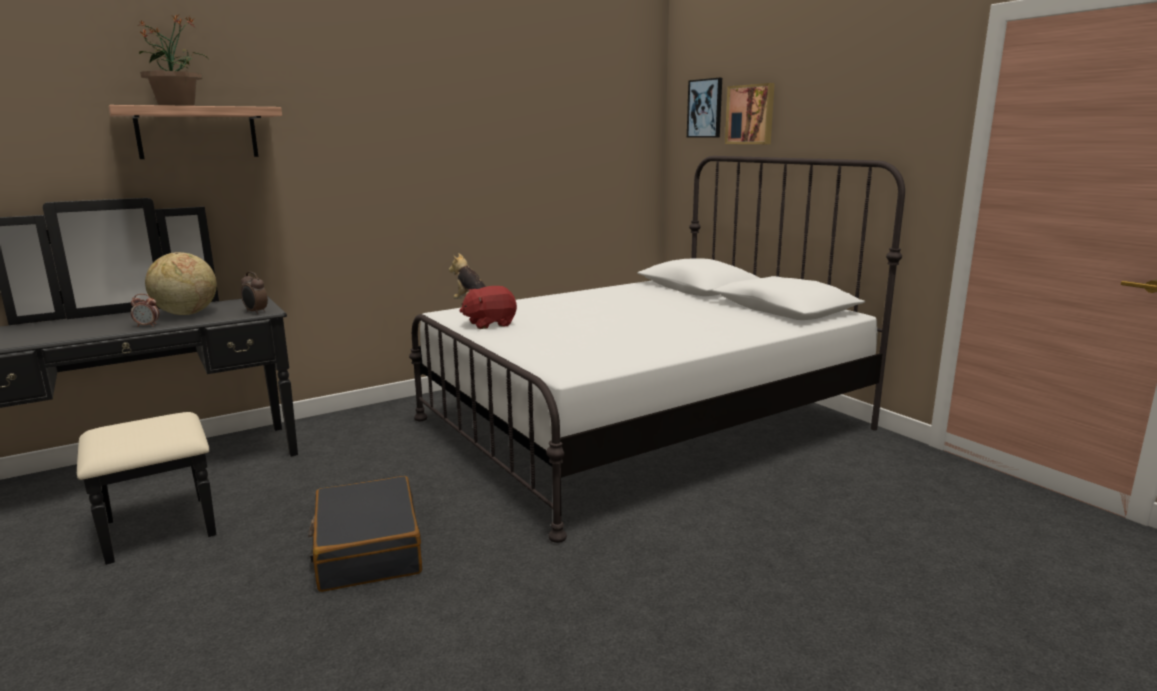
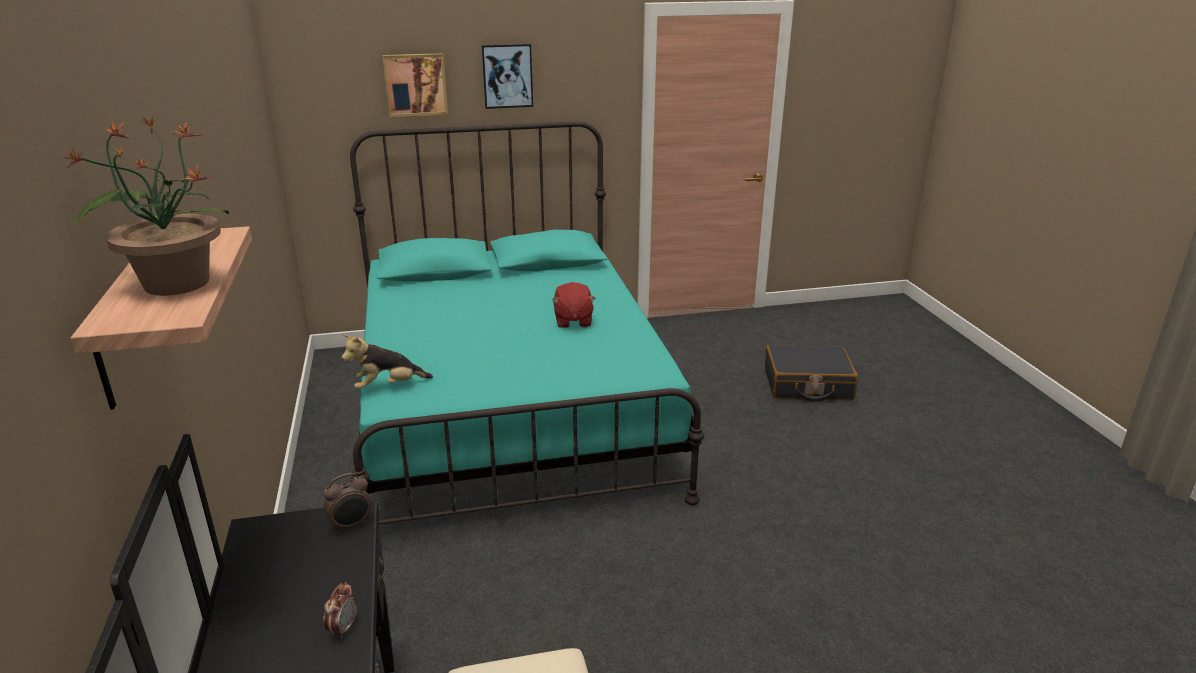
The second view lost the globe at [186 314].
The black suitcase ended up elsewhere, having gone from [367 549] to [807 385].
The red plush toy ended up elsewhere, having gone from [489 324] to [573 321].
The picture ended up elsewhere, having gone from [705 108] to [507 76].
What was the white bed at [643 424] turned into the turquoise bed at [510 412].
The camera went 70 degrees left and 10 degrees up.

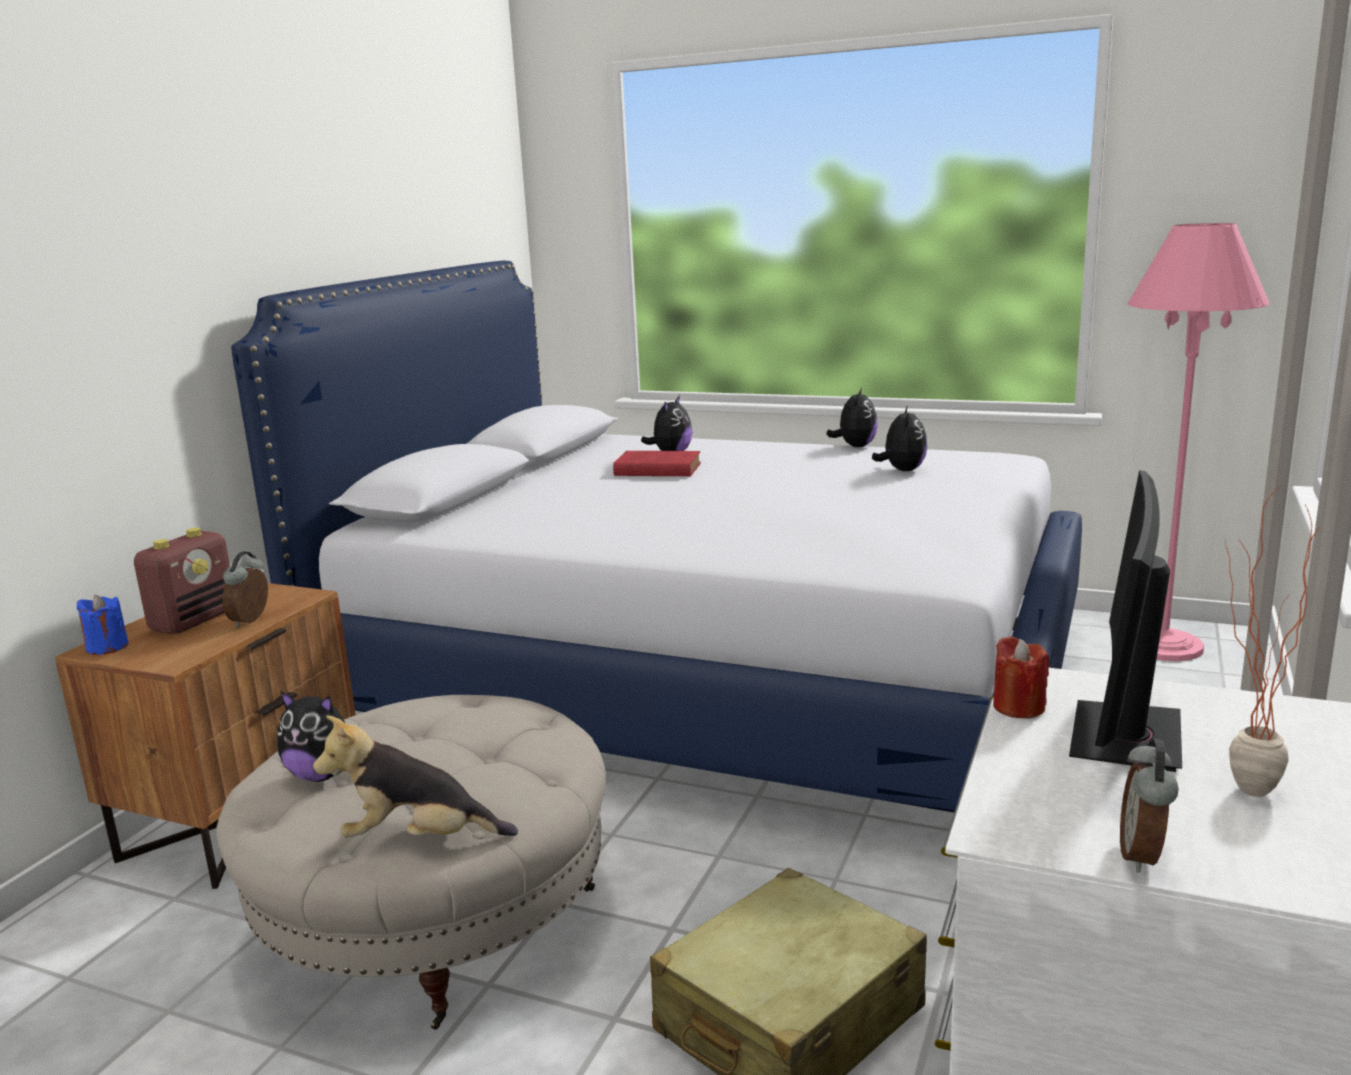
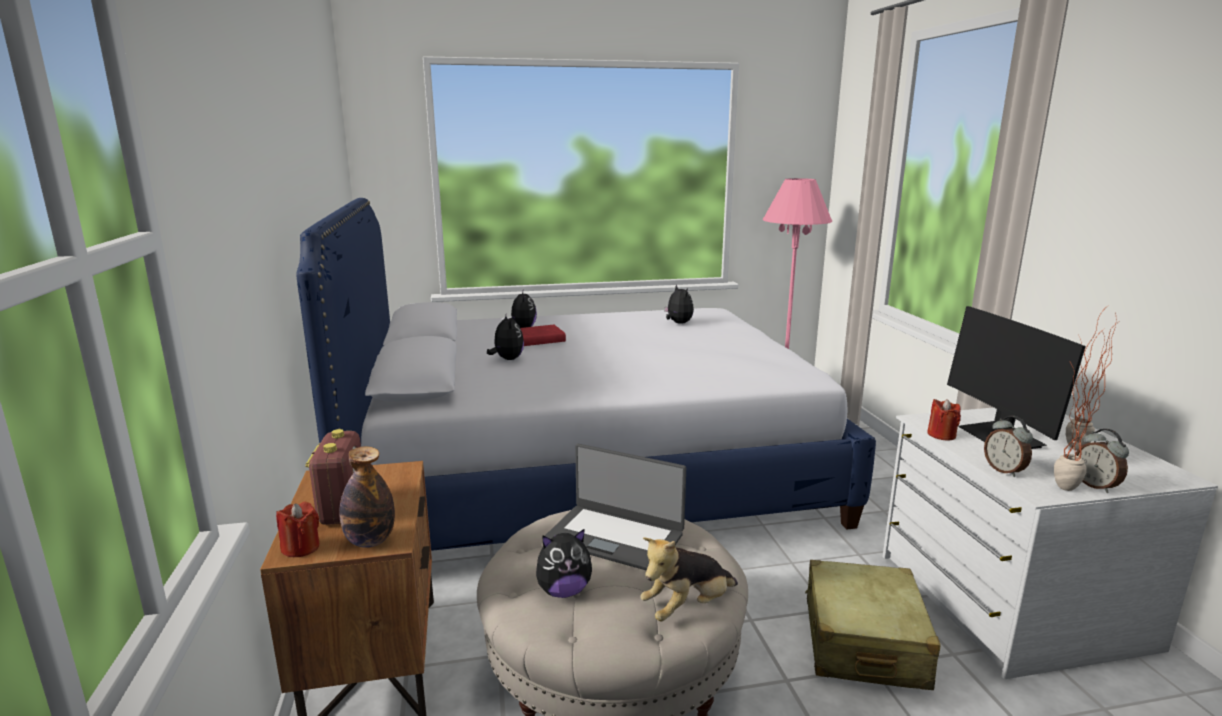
The second view gained the bottle at [370 541].
The second view gained the laptop at [615 537].
The second view gained the potted plant at [1062 491].
The alarm clock ended up elsewhere, having gone from [252 621] to [1004 470].
The plush toy ended up elsewhere, having gone from [855 446] to [507 359].
What was the blue candle at [107 647] turned into the red candle at [301 548].
The camera went 35 degrees left and 0 degrees up.

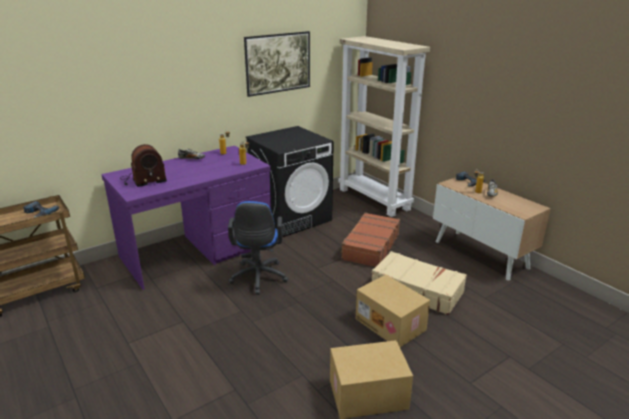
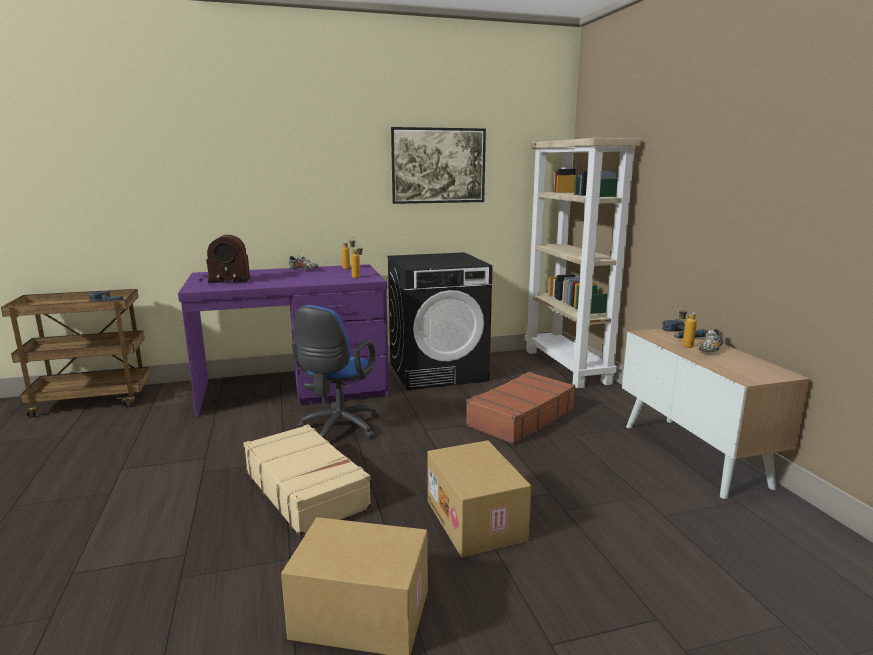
The beige suitcase ended up elsewhere, having gone from [417 290] to [306 489].
The camera went 20 degrees right and 10 degrees down.

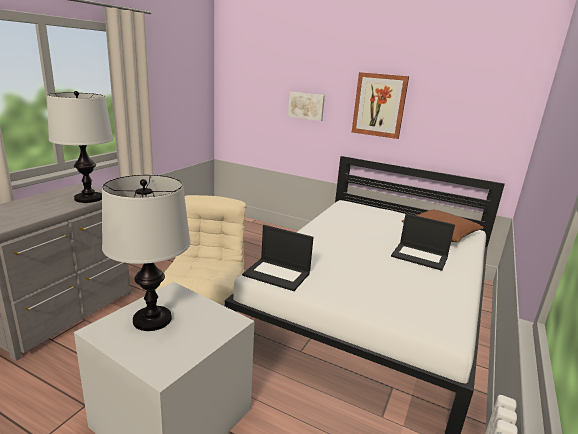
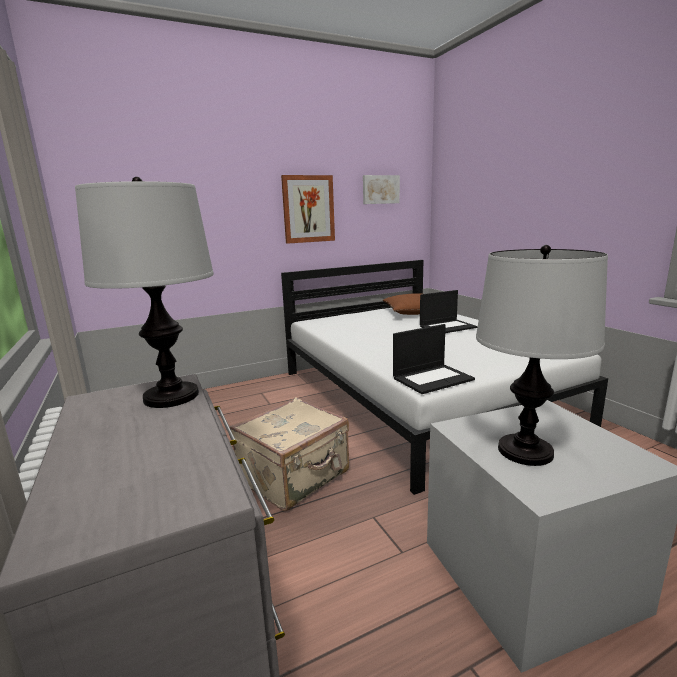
The picture ended up elsewhere, having gone from [306 106] to [380 189].
Where the beige armchair stood at [205 292], the beige suitcase came to stand at [295 477].
The camera went 50 degrees left and 5 degrees down.

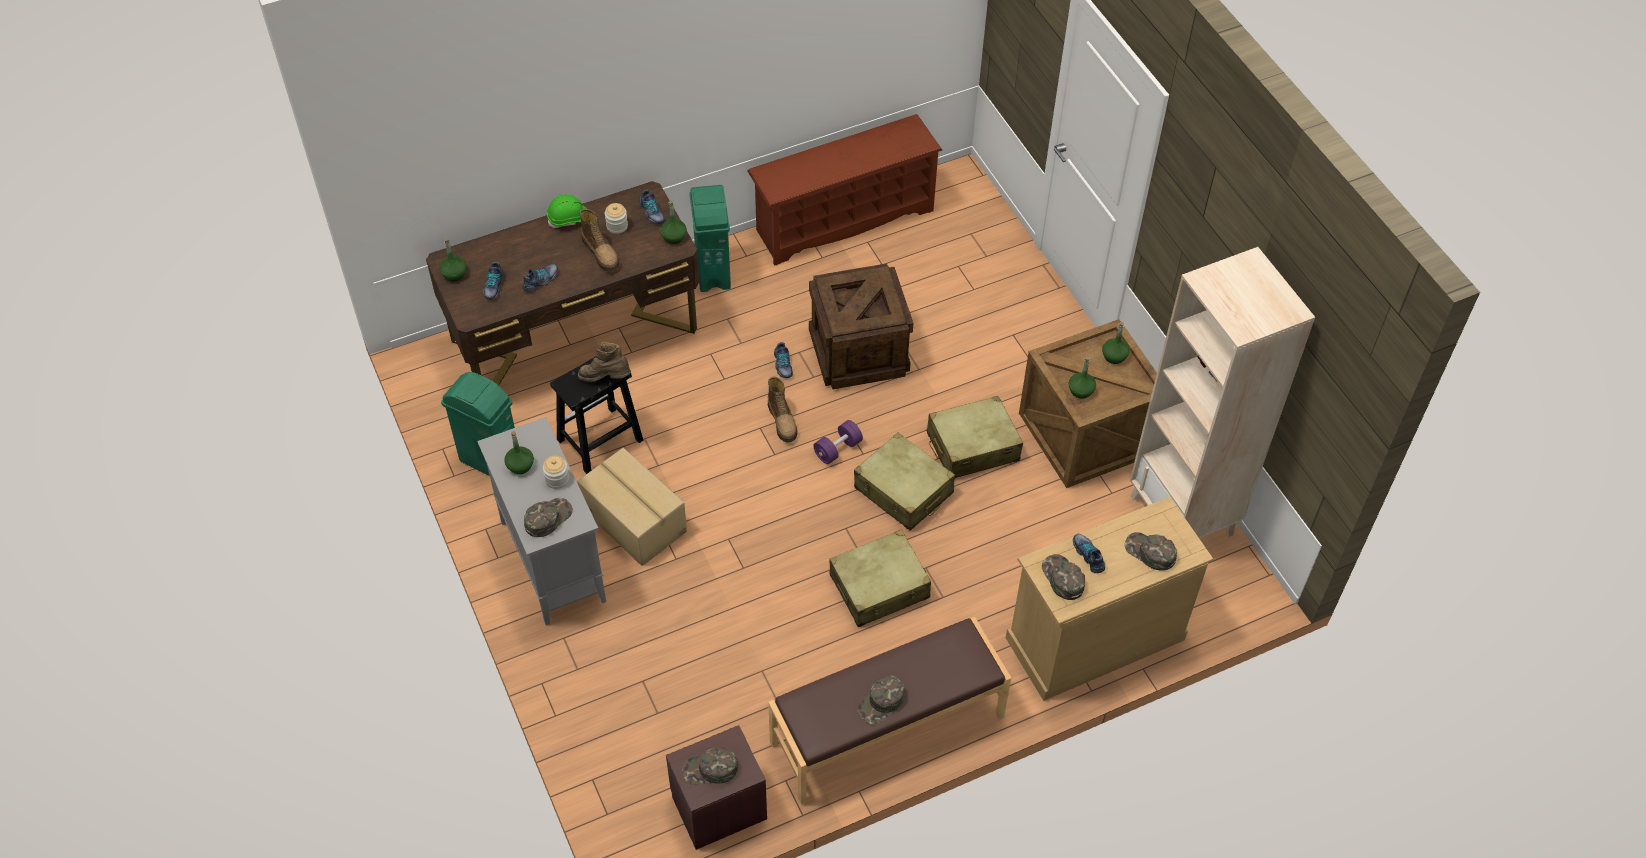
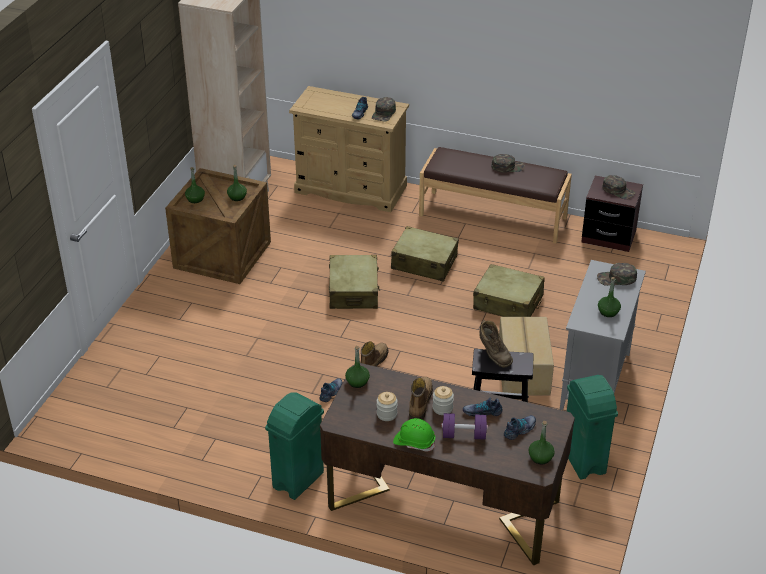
The second view lost the shoe at [651 213].
The second view lost the brown shoe rack at [844 219].
The second view lost the crate at [858 351].
The second view lost the green cap at [1149 552].
The jar ended up elsewhere, having gone from [557 479] to [442 408].
The purple dumbbell ended up elsewhere, having gone from [837 449] to [464 435].
The beige suitcase ended up elsewhere, having gone from [972 447] to [508 302].
The camera went 135 degrees left and 15 degrees down.

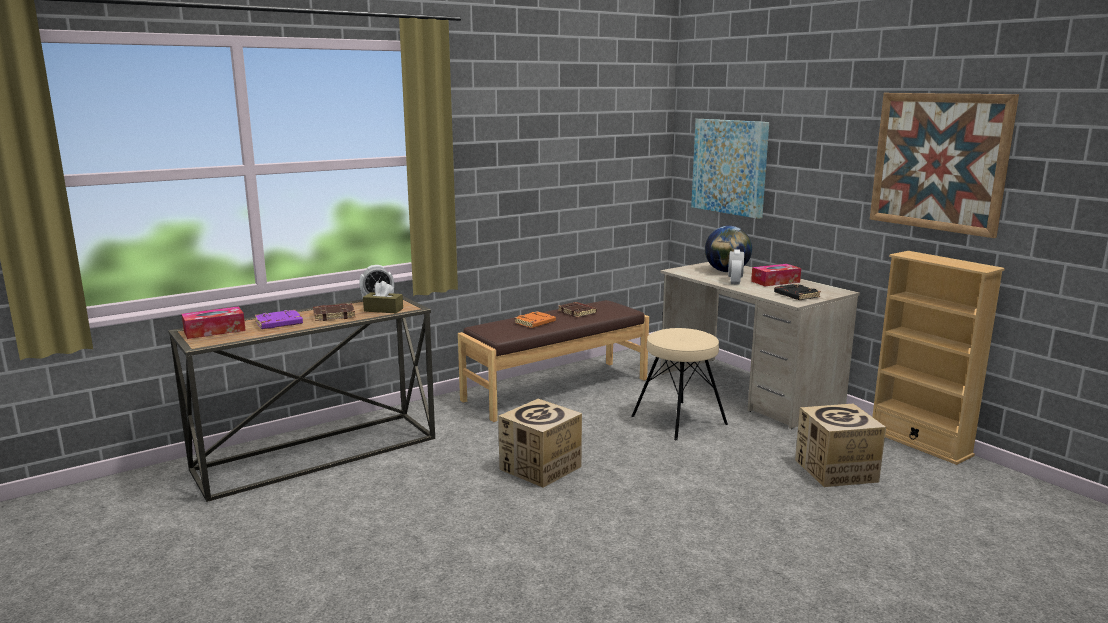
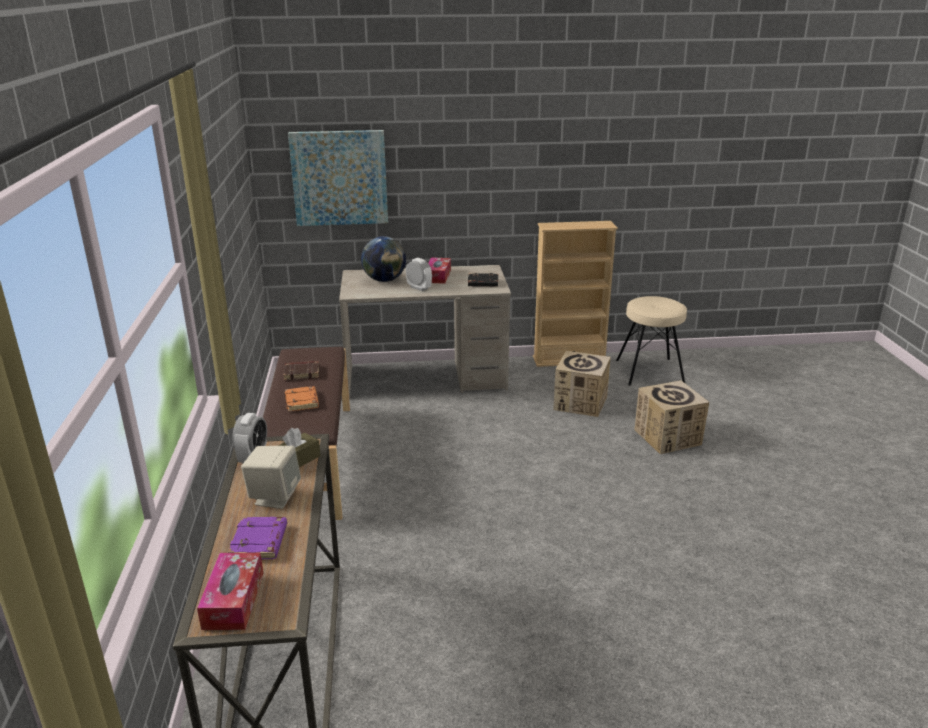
The second view lost the picture at [939 162].
The cardboard box ended up elsewhere, having gone from [540 468] to [668 437].
The beige stool ended up elsewhere, having gone from [679 420] to [649 371].
Where the brown book stood at [334 315], the beige speaker came to stand at [274 497].
The camera went 60 degrees left and 10 degrees up.

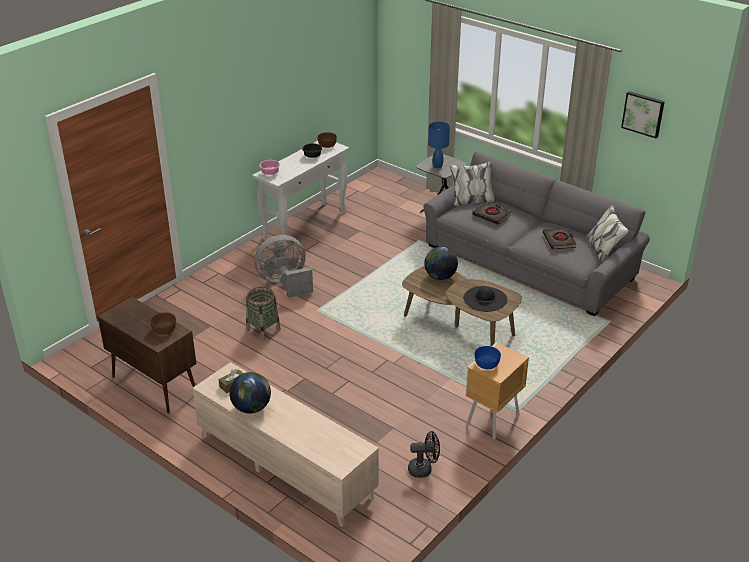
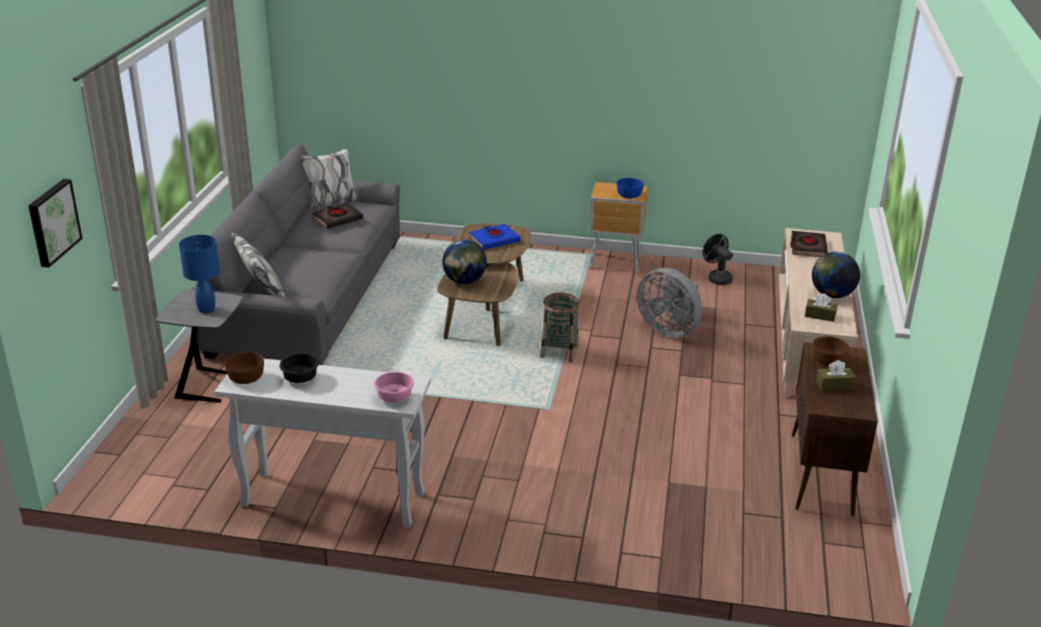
The second view gained the brown tissue box at [834 385].
The basket ended up elsewhere, having gone from [263 330] to [559 352].
The grey fan ended up elsewhere, having gone from [285 283] to [669 329].
The black book ended up elsewhere, having gone from [491 215] to [808 247].
The picture ended up elsewhere, having gone from [643 114] to [52 222].
Where the black hat stood at [485 299], the blue book came to stand at [494 240].
The camera went 120 degrees left and 5 degrees down.

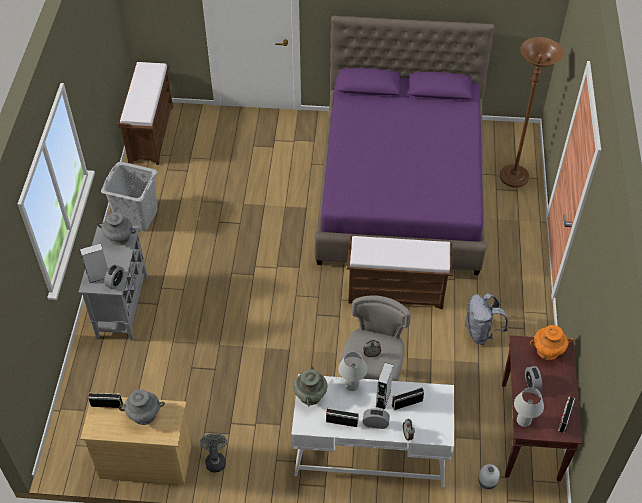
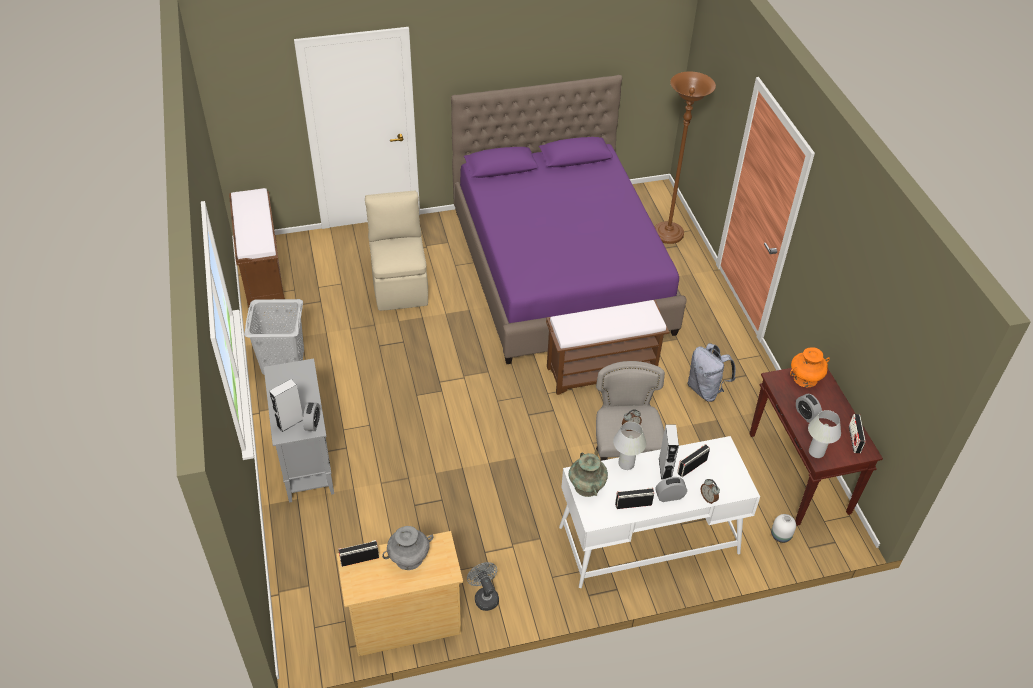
The second view lost the grey vase at [119 238].
The second view gained the beige chair at [400 285].
The camera went 20 degrees left and 5 degrees down.

